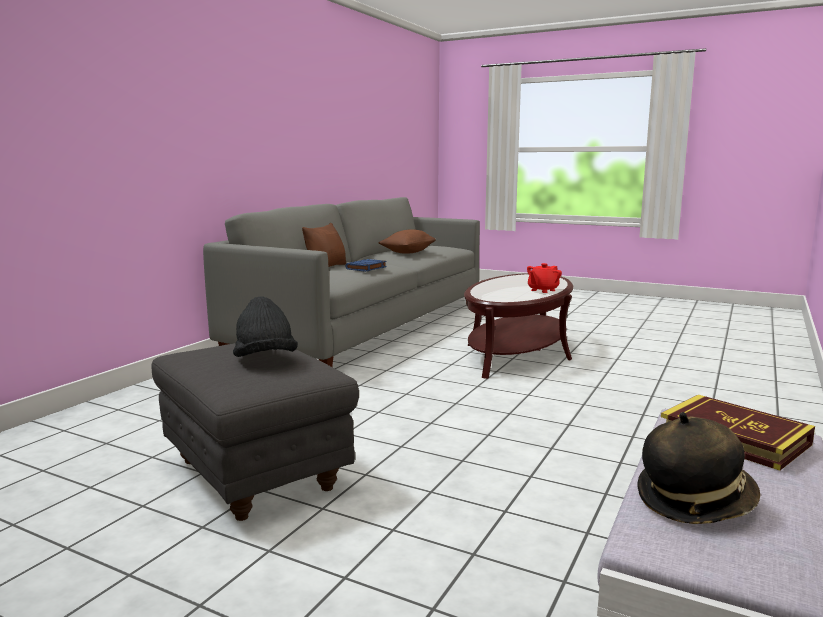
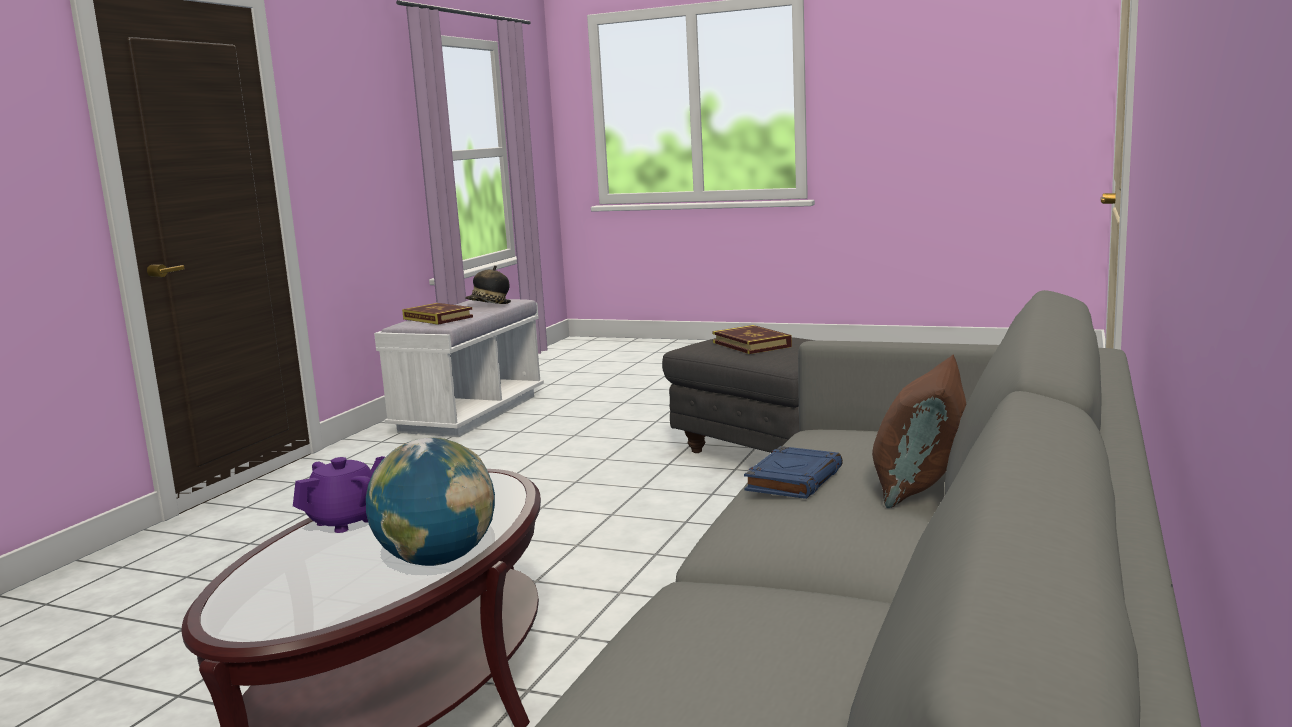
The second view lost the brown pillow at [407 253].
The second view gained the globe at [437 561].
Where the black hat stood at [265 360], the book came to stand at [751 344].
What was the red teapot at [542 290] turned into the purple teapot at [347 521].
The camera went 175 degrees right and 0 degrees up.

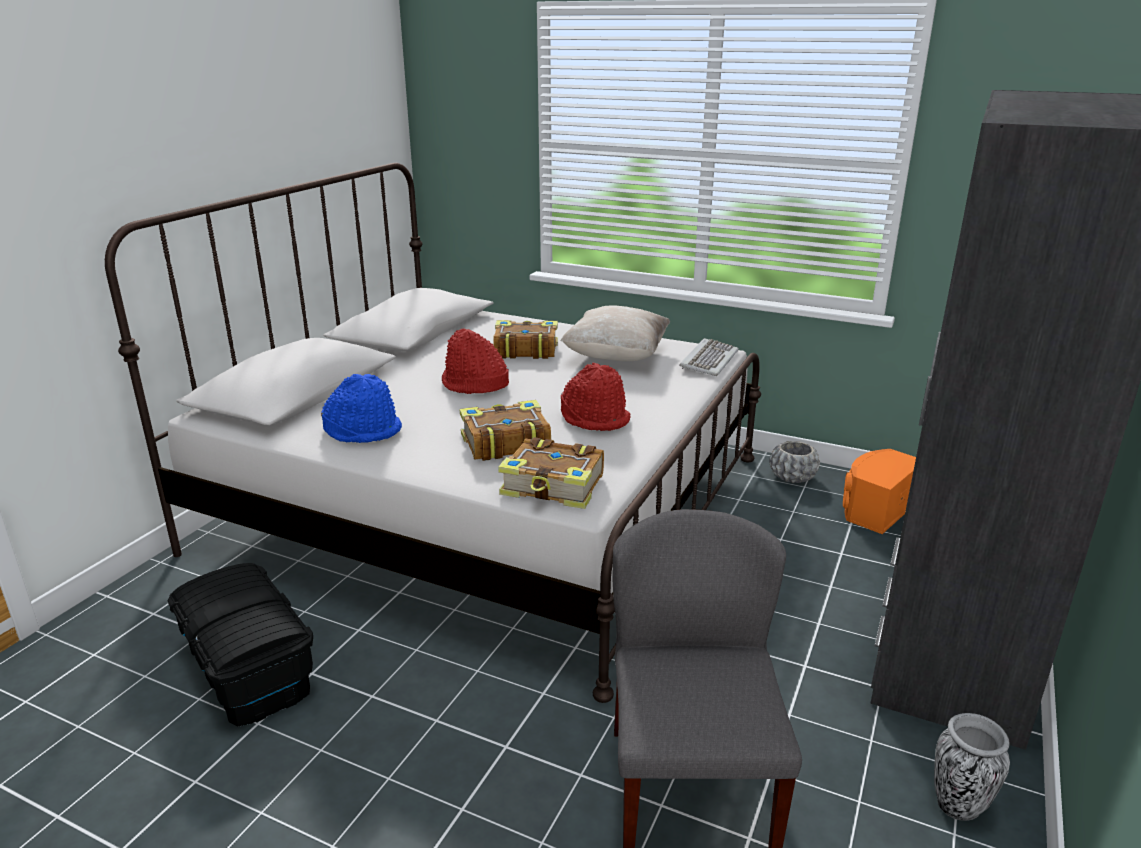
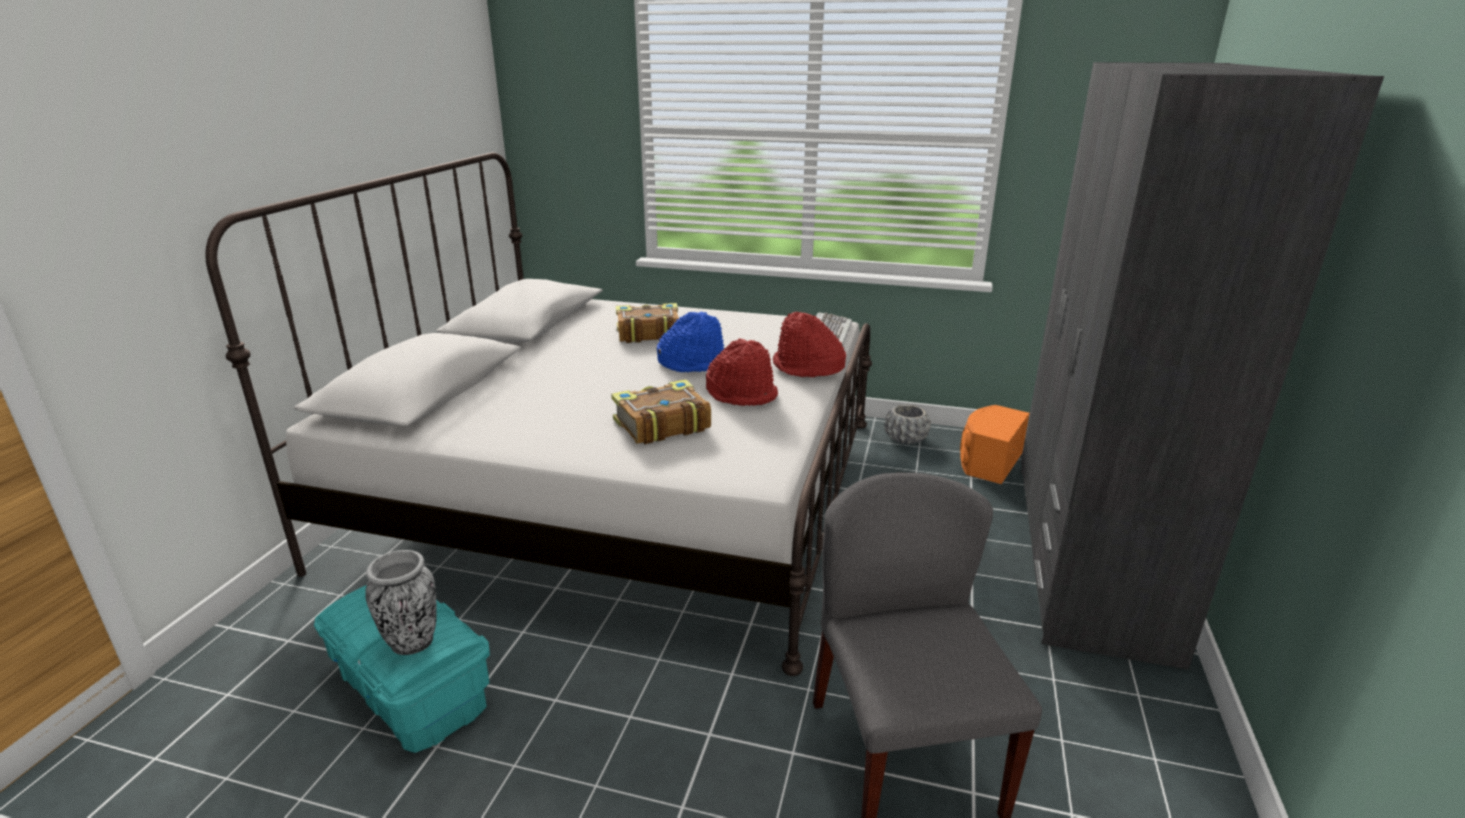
The second view lost the book at [554 487].
The second view lost the beige pillow at [616 357].
The blue hat ended up elsewhere, having gone from [364 430] to [693 363].
The red hat ended up elsewhere, having gone from [474 384] to [807 368].
The vase ended up elsewhere, having gone from [958 806] to [412 643].
What was the black storage box at [248 670] turned into the turquoise storage box at [411 689].
The camera went 10 degrees left and 0 degrees up.

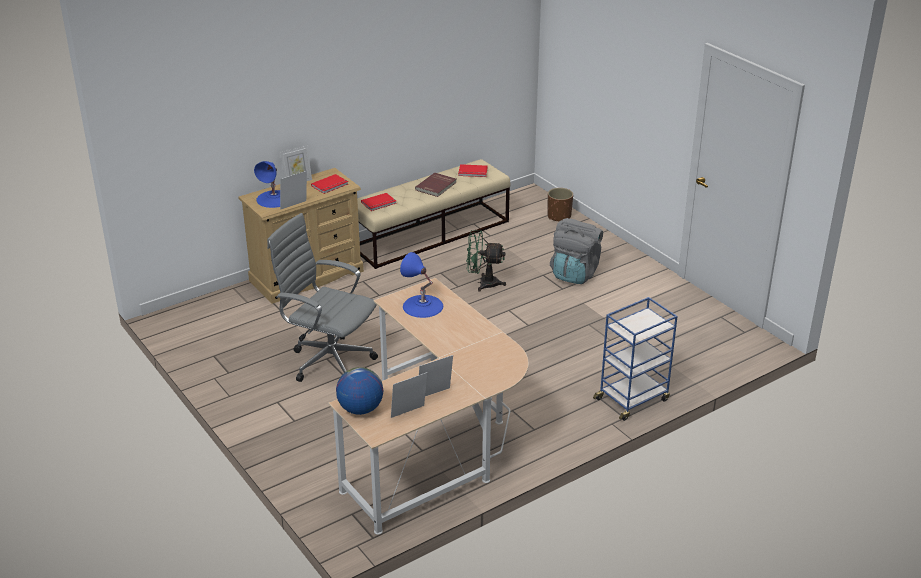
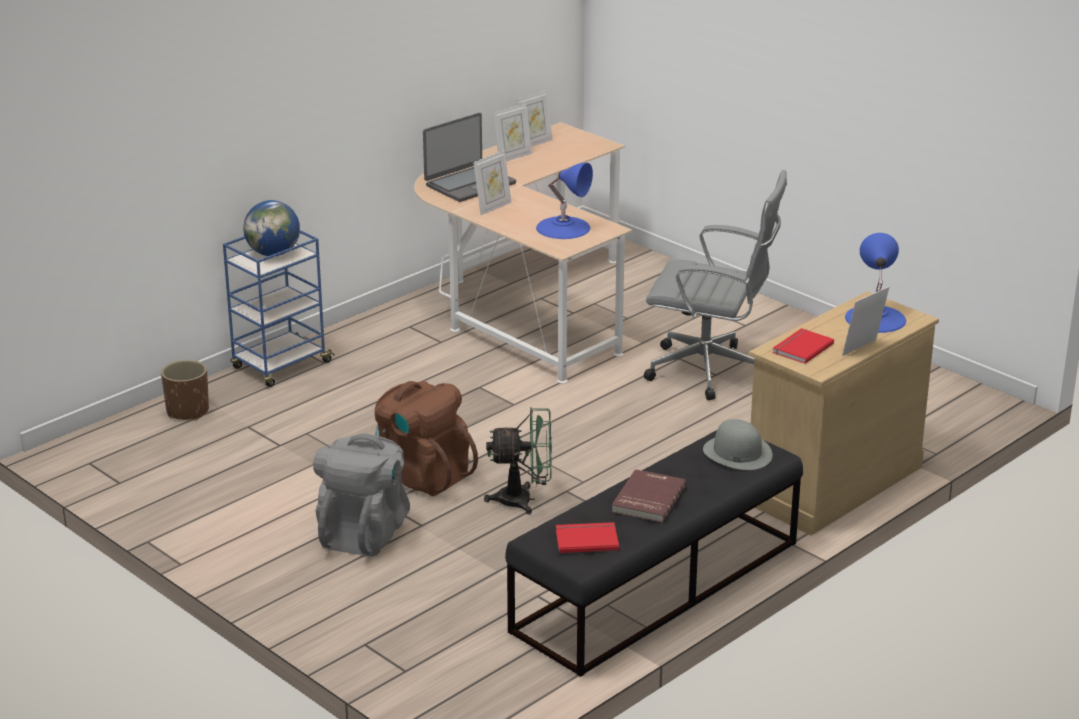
The second view gained the brown backpack at [422 475].
The second view gained the laptop at [469 184].
The picture frame ended up elsewhere, having gone from [294 206] to [492 207].
The globe ended up elsewhere, having gone from [360 409] to [273 253].
The brown planter ended up elsewhere, having gone from [559 216] to [187 411].
Where the red book stood at [379 203], the grey hat came to stand at [737 452].
What was the beige bench at [431 234] turned into the black bench at [656 587].
The camera went 170 degrees right and 5 degrees down.

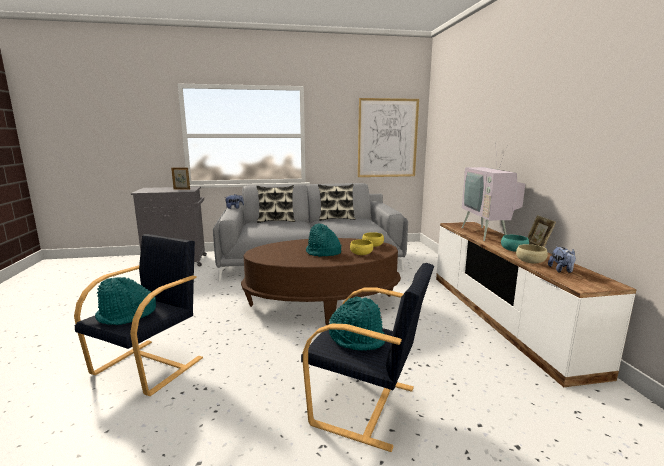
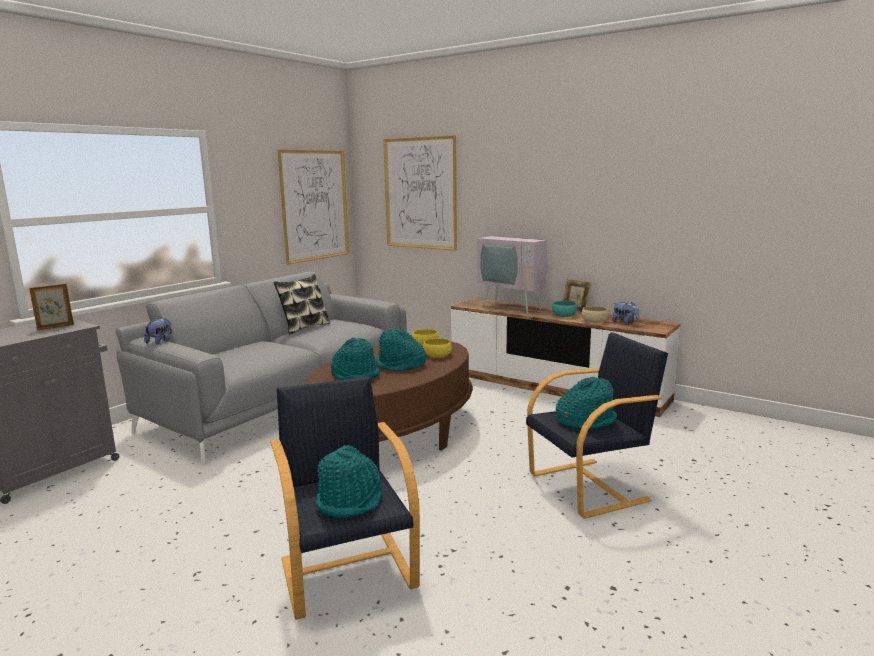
The second view lost the pillow at [276 221].
The second view gained the turquoise hat at [356 375].
The second view gained the picture at [420 193].
The camera went 45 degrees left and 0 degrees up.

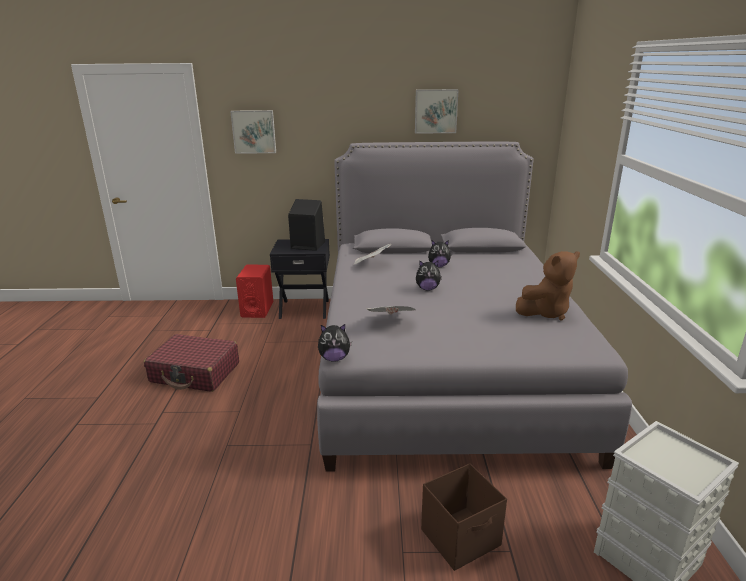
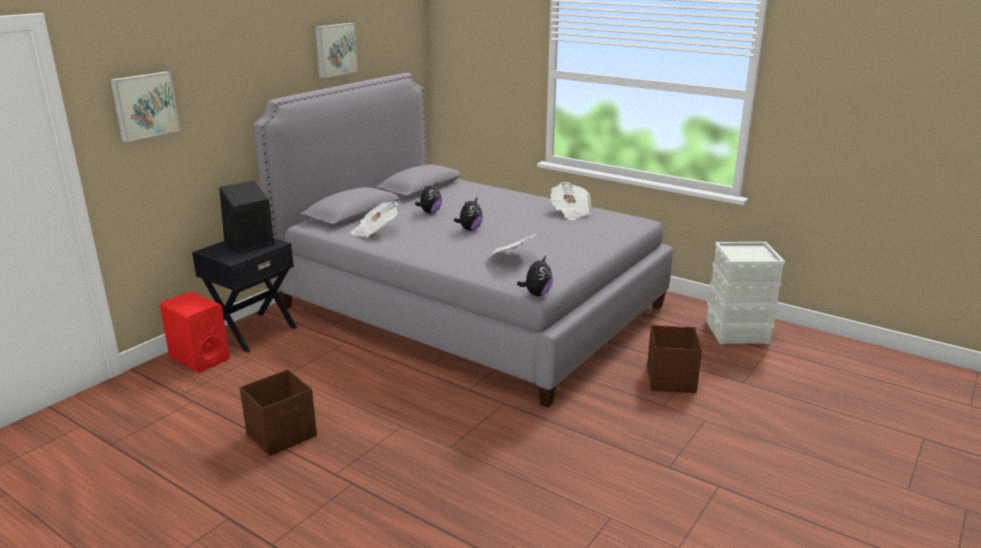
Where the red suitcase stood at [195 373], the brown storage box came to stand at [282 434].
Where the brown plush toy stood at [545 312], the newspaper came to stand at [570 212].
The camera went 55 degrees left and 0 degrees up.

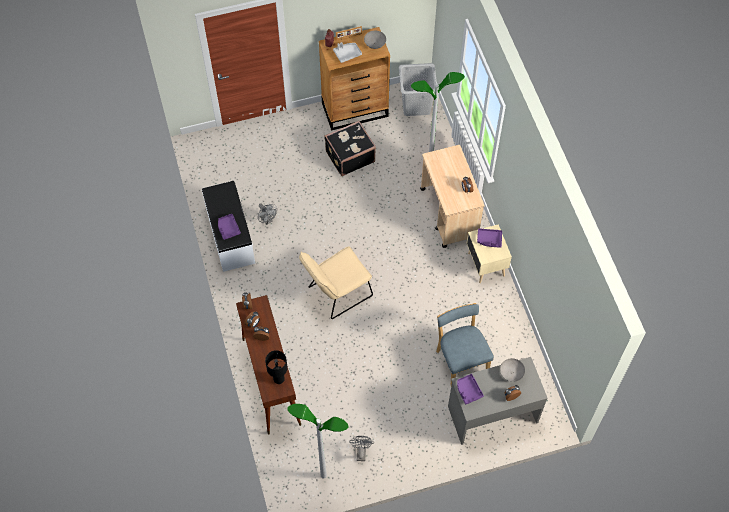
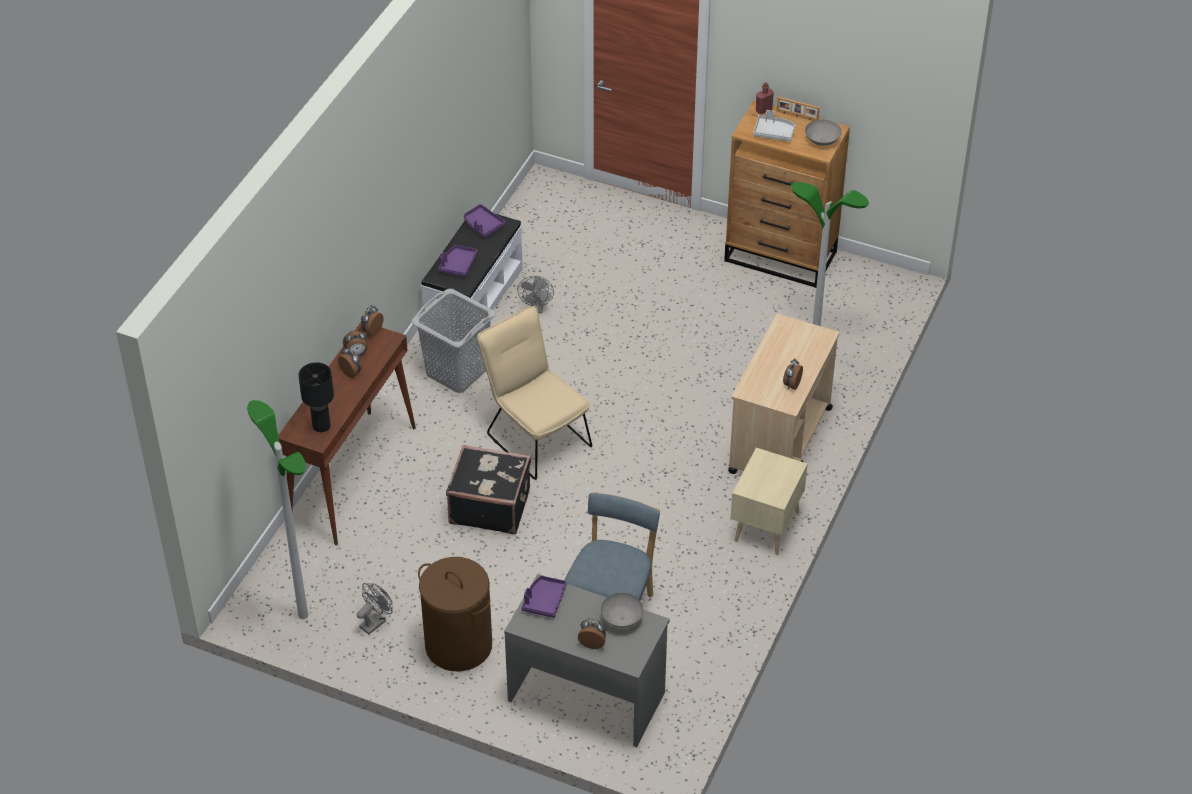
The second view gained the brown laundry basket at [458 645].
The black suitcase ended up elsewhere, having gone from [349 156] to [489 505].
The grey laundry basket ended up elsewhere, having gone from [416 105] to [457 372].
The purple tray ended up elsewhere, having gone from [489 240] to [483 225].
The beige chair at [336 293] ended up facing another way, 45 degrees clockwise from before.
The camera went 40 degrees right and 15 degrees down.

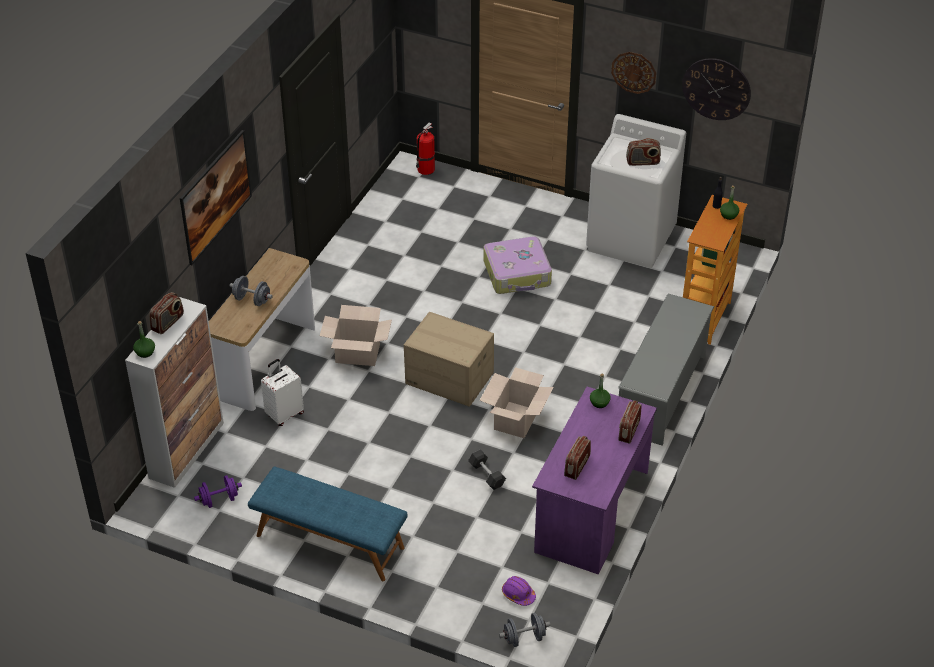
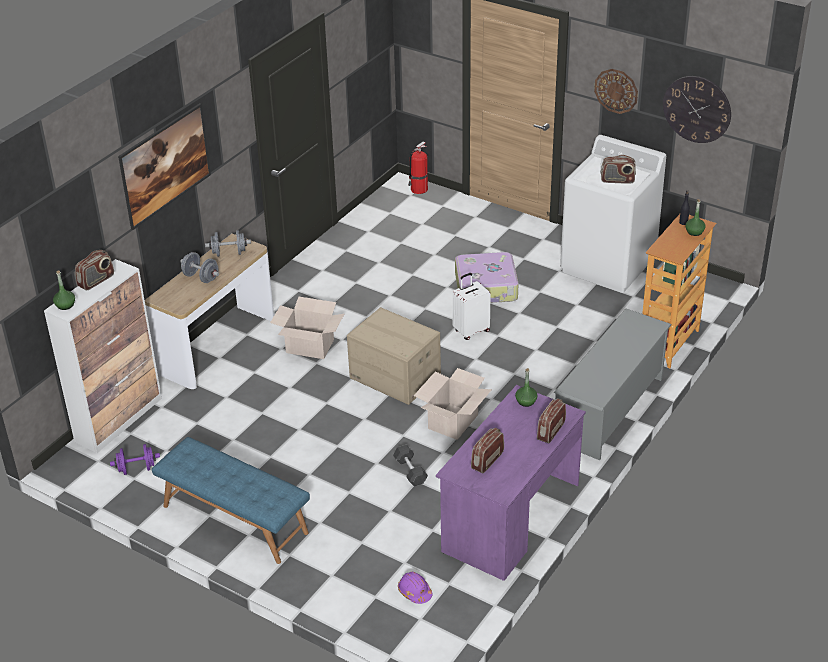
The white suitcase ended up elsewhere, having gone from [284 414] to [471 331].
The grey dumbbell ended up elsewhere, having gone from [524 638] to [229 253].
The camera went 10 degrees right and 5 degrees down.

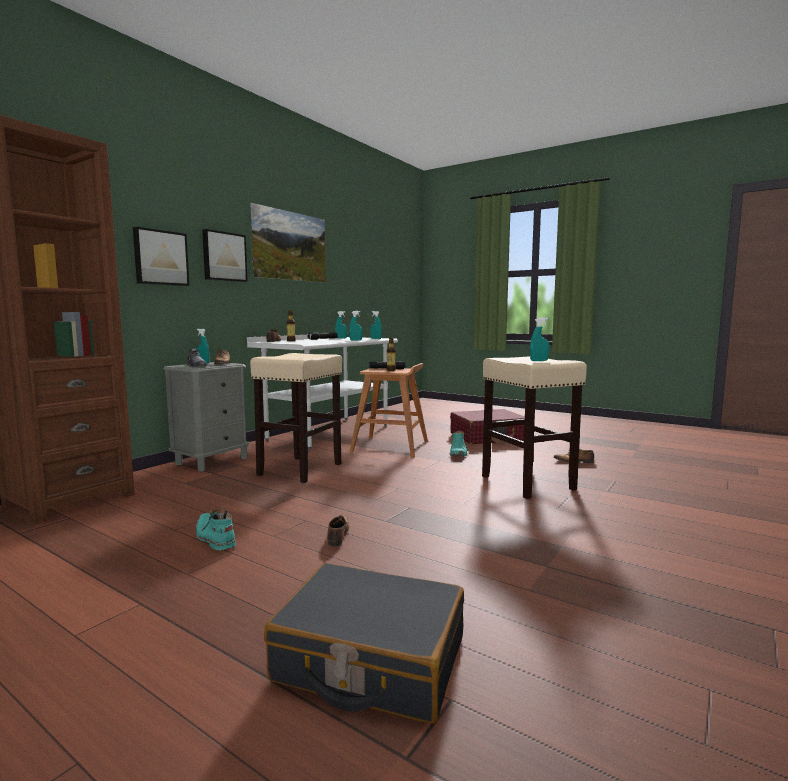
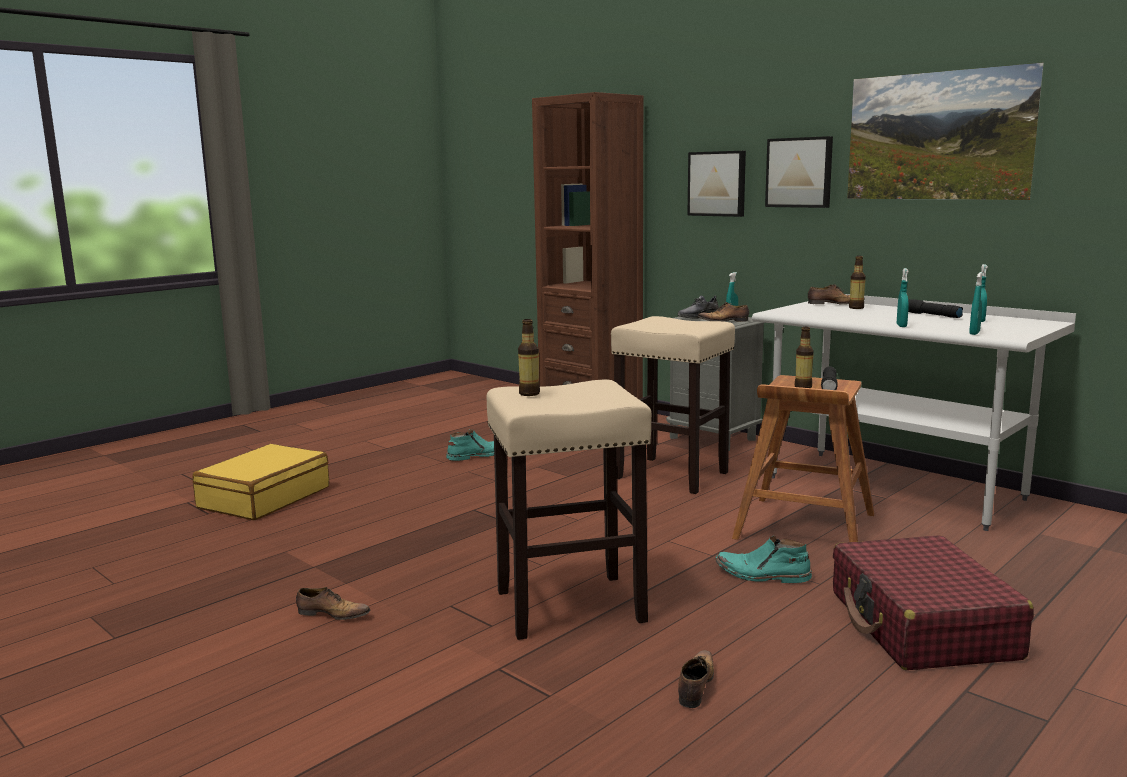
The shoe ended up elsewhere, having gone from [338 535] to [332 614].
Where the turquoise spray bottle stood at [539 361], the bottle came to stand at [529 393].
What was the black suitcase at [370 660] turned into the yellow suitcase at [264 498].
The camera went 100 degrees right and 5 degrees up.

